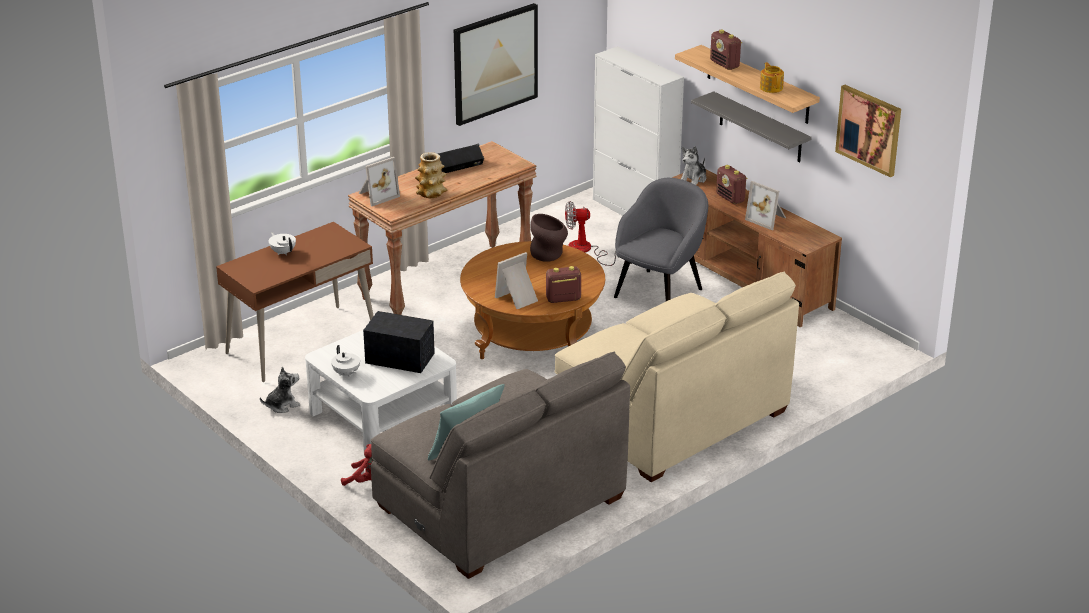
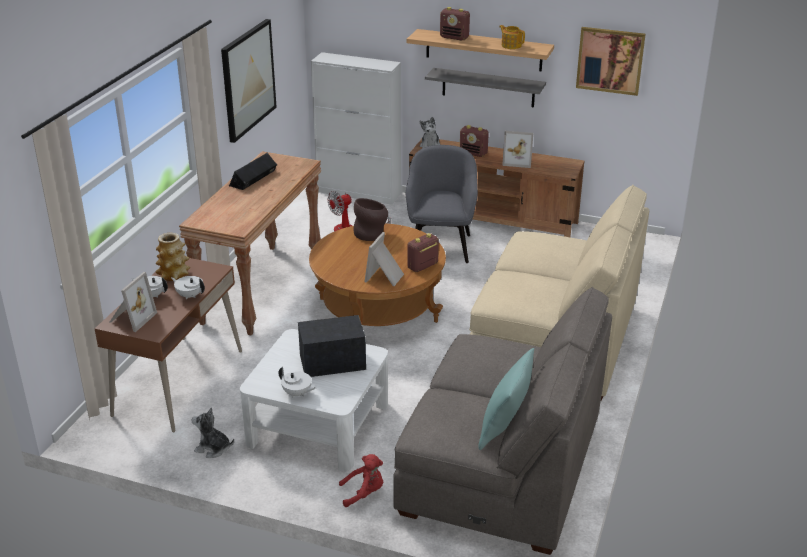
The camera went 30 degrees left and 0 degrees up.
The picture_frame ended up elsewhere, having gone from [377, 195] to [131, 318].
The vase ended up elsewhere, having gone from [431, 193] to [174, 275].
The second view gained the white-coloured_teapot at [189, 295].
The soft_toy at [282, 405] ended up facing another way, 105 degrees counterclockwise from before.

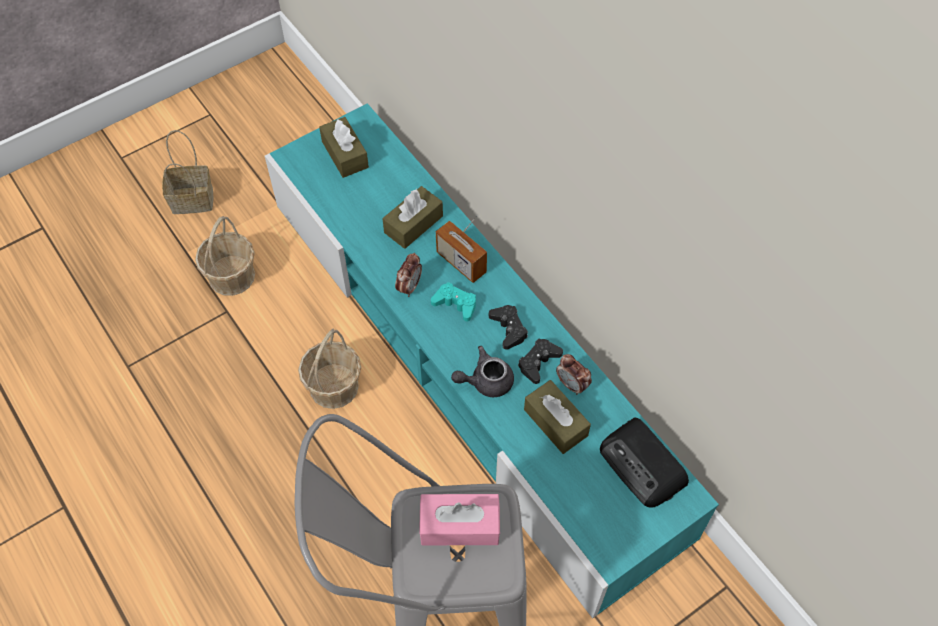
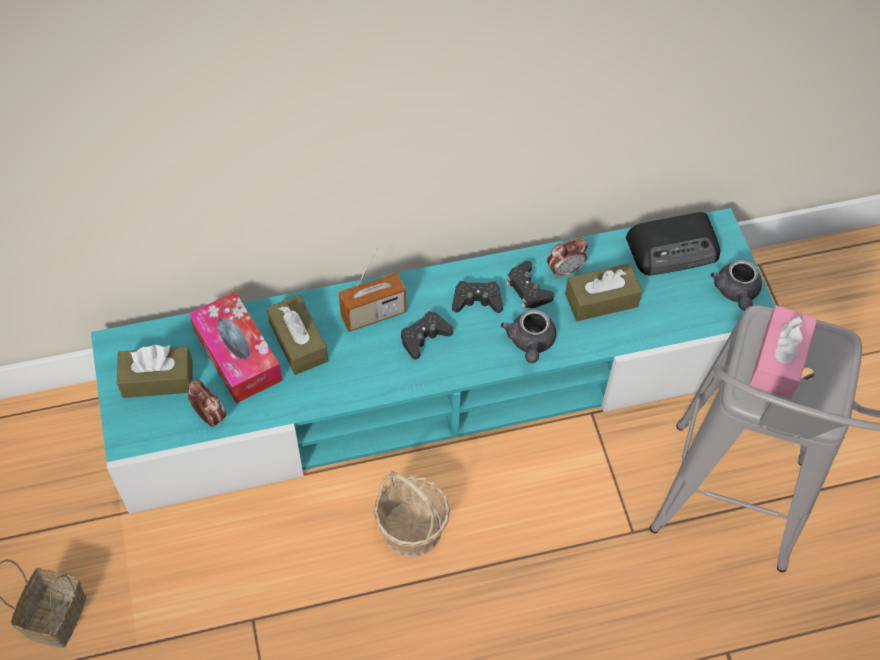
The camera went 70 degrees left and 0 degrees up.
The alarm_clock ended up elsewhere, having gone from [409, 287] to [209, 416].
The second view gained the tissue_box at [237, 355].
What was the blue-green_joypad at [455, 304] turned into the black_joypad at [424, 337].
The second view gained the grey_teapot at [736, 293].
The second view lost the storage_basket at [232, 276].

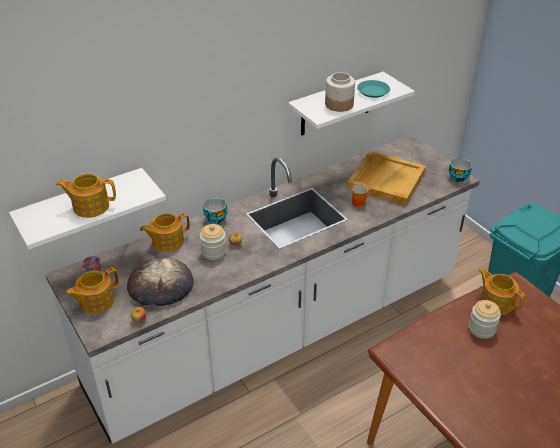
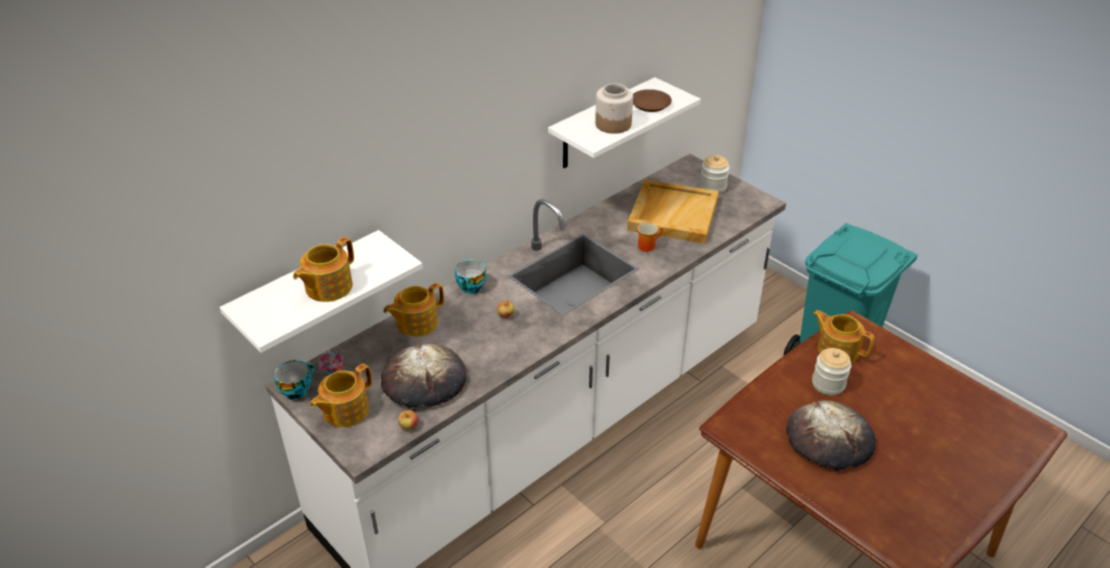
The camera went 10 degrees left and 0 degrees up.
The cup ended up elsewhere, having gone from [458, 177] to [297, 389].
The teapot at [90, 206] ended up facing another way, 45 degrees counterclockwise from before.
What was the blue-green_flat_dish at [373, 91] turned into the brown-coloured_flat_dish at [650, 104].
The storage_jar ended up elsewhere, having gone from [213, 252] to [713, 187].
The second view gained the baked_bread at [830, 440].

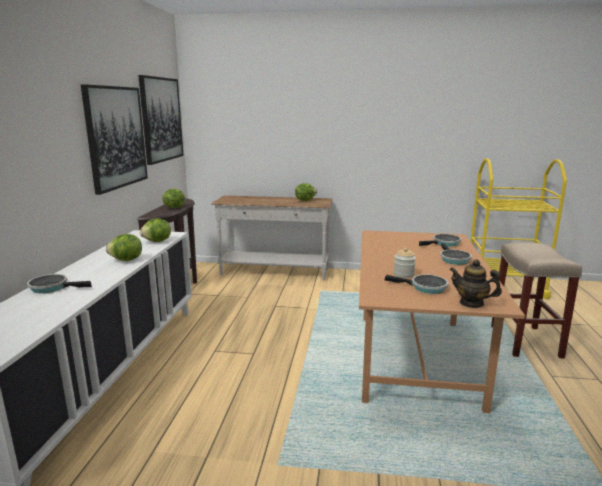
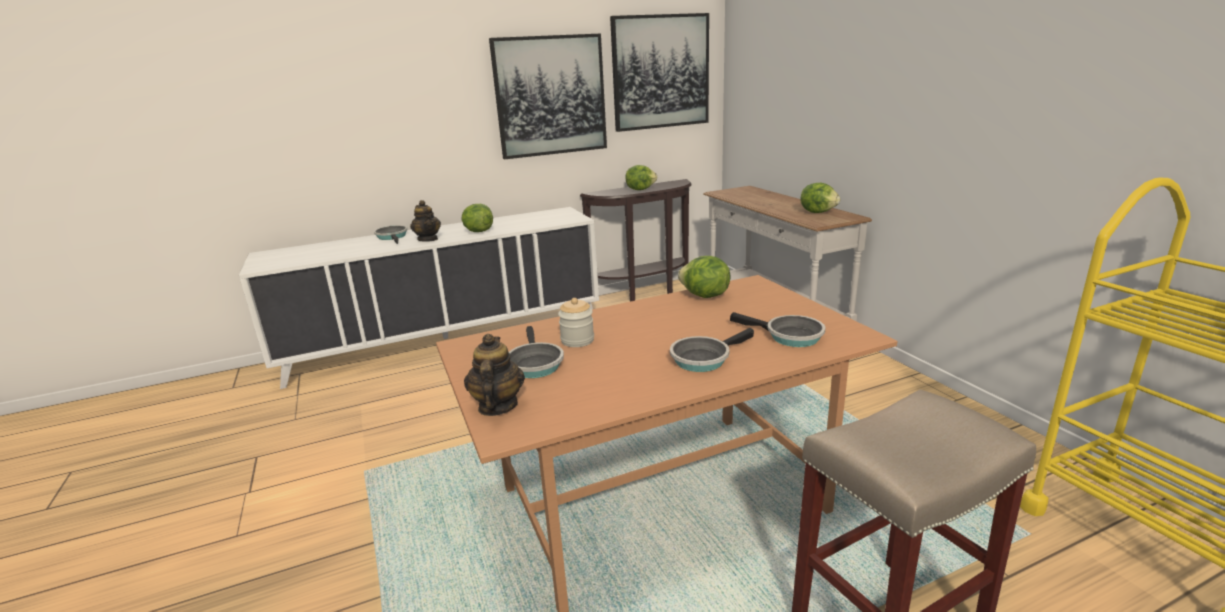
The camera went 60 degrees right and 5 degrees up.
The second view gained the teapot at [428, 239].
The head_of_lettuce ended up elsewhere, having gone from [157, 241] to [704, 296].

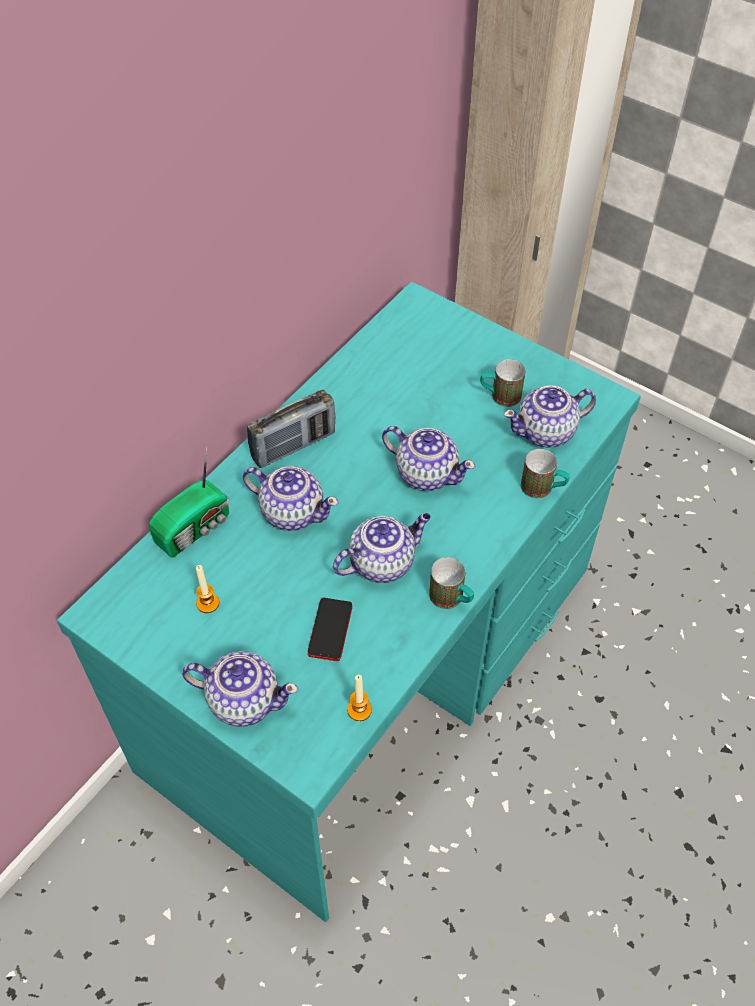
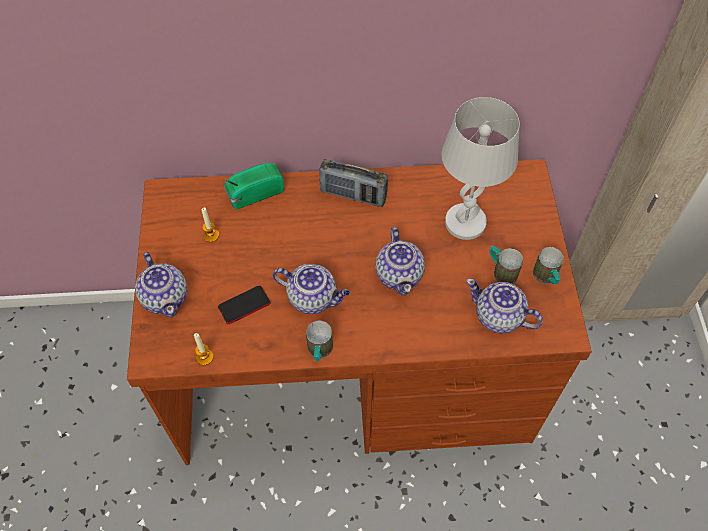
The camera went 50 degrees right and 5 degrees up.
What was the blue-green_desk_table at [374, 668] turned into the brown-coloured_desk_table at [355, 372].
The radio at [195, 528] ended up facing another way, 150 degrees clockwise from before.
The second view gained the white-coloured_table_lamp at [465, 222].
The coffee_mug ended up elsewhere, having gone from [543, 489] to [546, 278].
The second view lost the teapot at [292, 511].

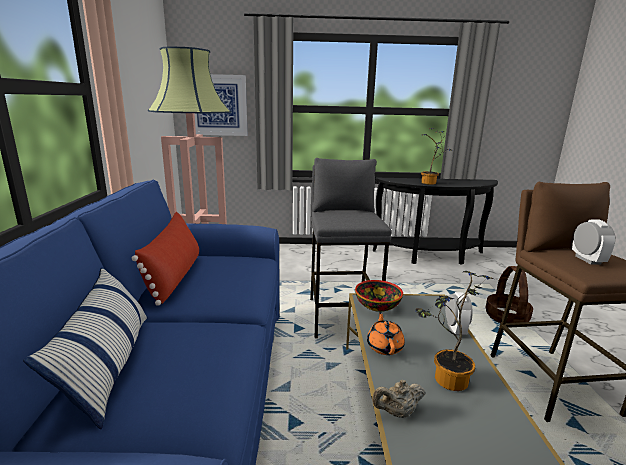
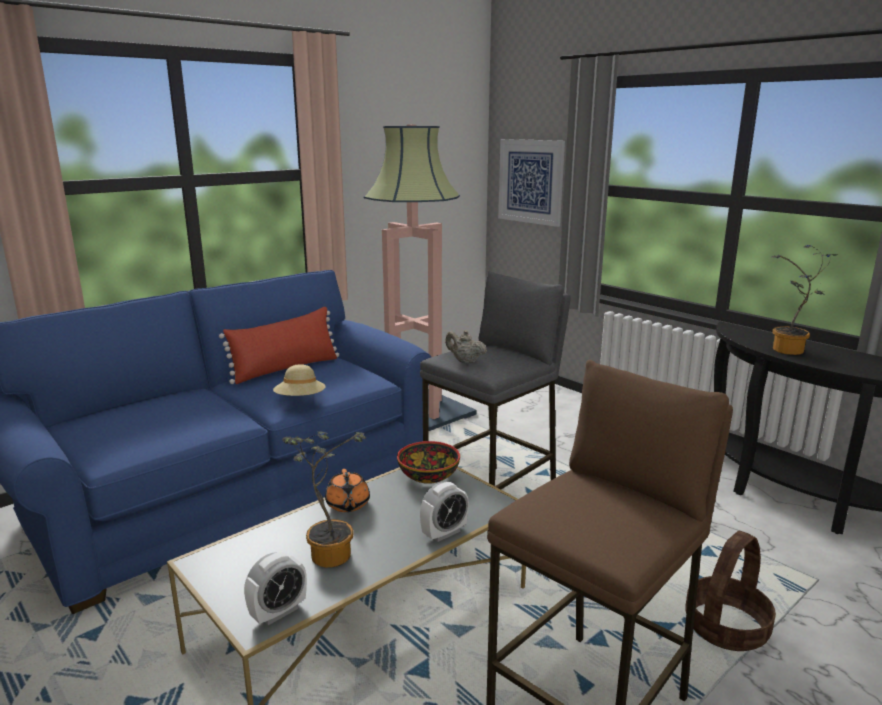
The camera went 50 degrees right and 0 degrees up.
The alarm_clock ended up elsewhere, having gone from [587, 260] to [278, 612].
The second view gained the sand-coloured_clothing_hat at [300, 400].
The orangey_teapot at [384, 346] ended up facing another way, 120 degrees clockwise from before.
The sand-coloured_teapot ended up elsewhere, having gone from [397, 412] to [465, 361].
The second view lost the cushion at [108, 365].

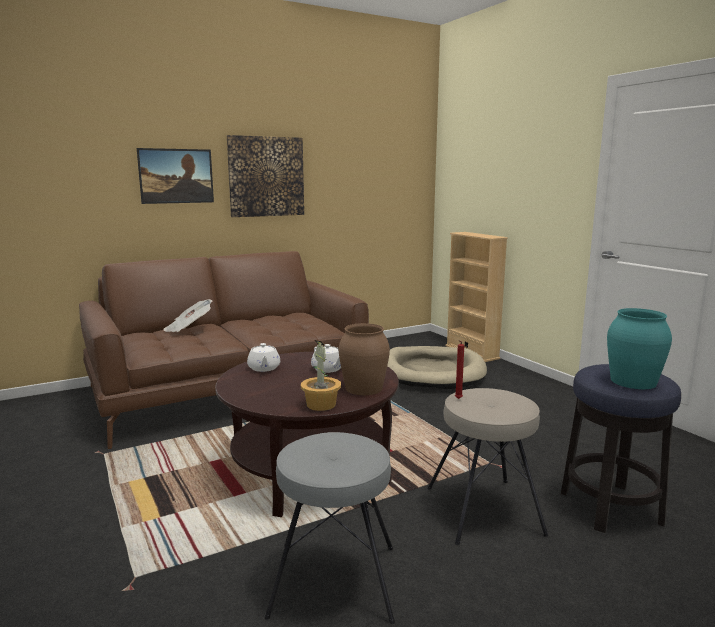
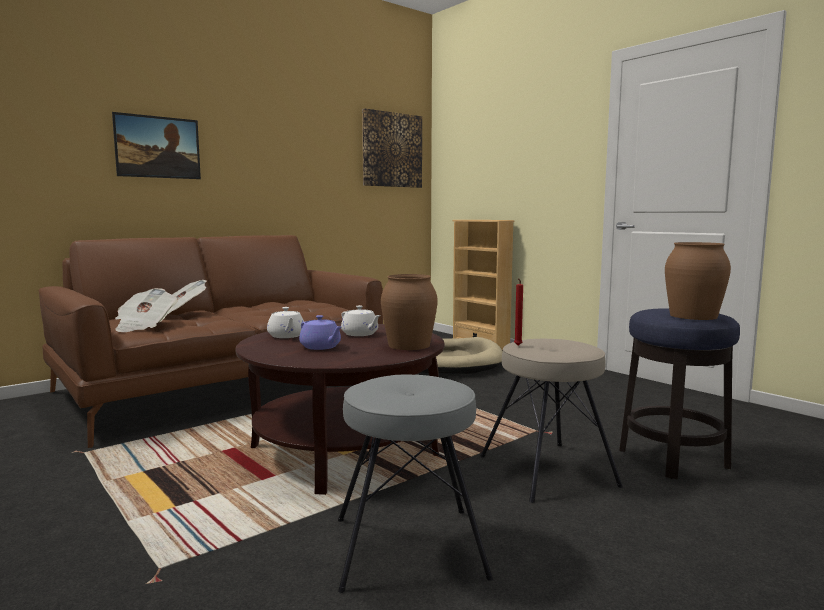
The camera went 10 degrees left and 5 degrees down.
The second view gained the printed_paper at [144, 326].
The second view gained the purplish_teapot at [321, 347].
The wall_art ended up elsewhere, having gone from [266, 176] to [392, 150].
What was the blue-green_vase at [632, 381] turned into the brown-coloured_vase at [693, 316].
The second view lost the houseplant at [320, 405].

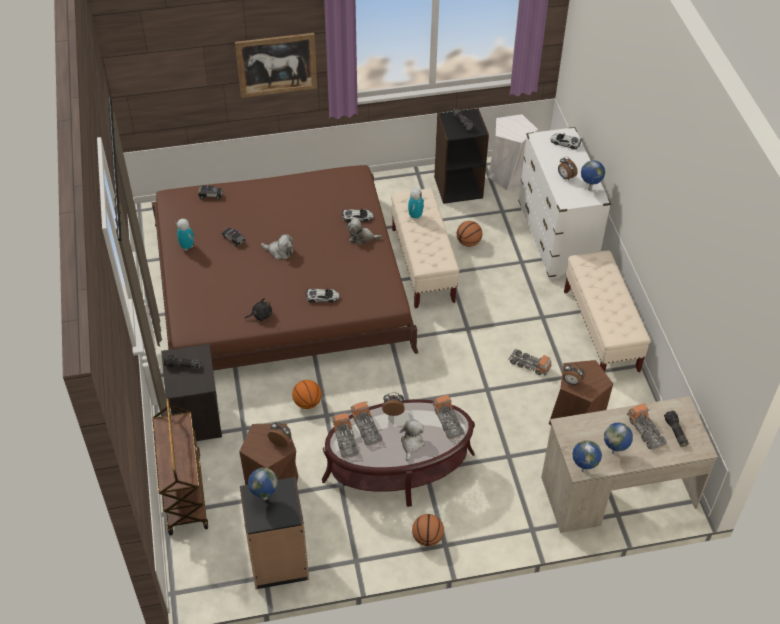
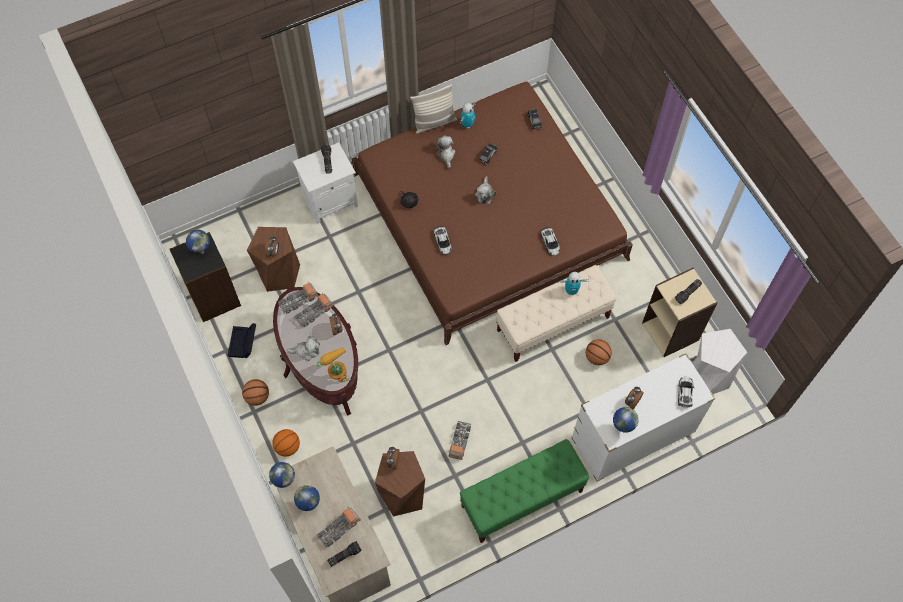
The camera went 75 degrees right and 15 degrees up.
The second view gained the black_storage_bin at [243, 344].
The basketball_ball ended up elsewhere, having gone from [307, 403] to [287, 447].
What was the black_bedside_table at [196, 418] turned into the white-coloured_bedside_table at [330, 200].
Where the toy_truck stood at [448, 421], the toy_robot came to stand at [336, 373].
The second view gained the cushion at [434, 122].
The soft_toy ended up elsewhere, having gone from [361, 237] to [446, 154].
What was the sand-coloured_indoor_bench at [601, 331] turned into the greenish_indoor_bench at [521, 499].
What was the black_bookcase at [458, 187] turned into the sand-coloured_bookcase at [671, 331].
The second view lost the brown-coloured_cart at [184, 492].
The second view lost the wall_art at [276, 64].

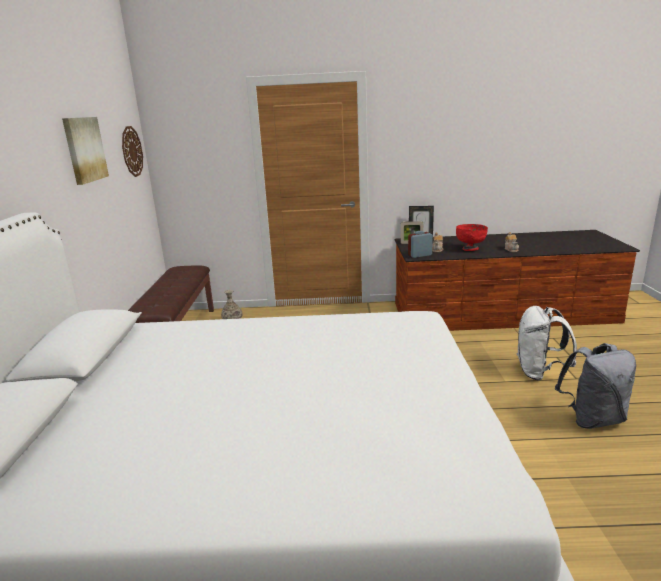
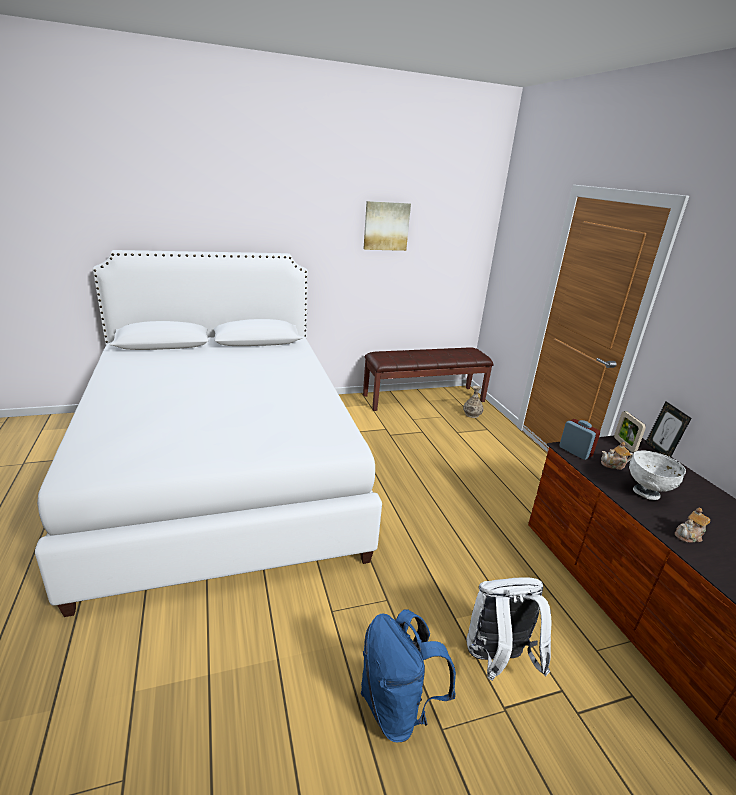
The camera went 70 degrees right and 5 degrees up.
What was the grey_knapsack at [592, 419] turned into the blue-coloured_knapsack at [397, 708].
What was the reddish_deep_dish at [470, 249] turned into the white-coloured_deep_dish at [647, 493].
The second view lost the clock_on_the_wall at [132, 151].

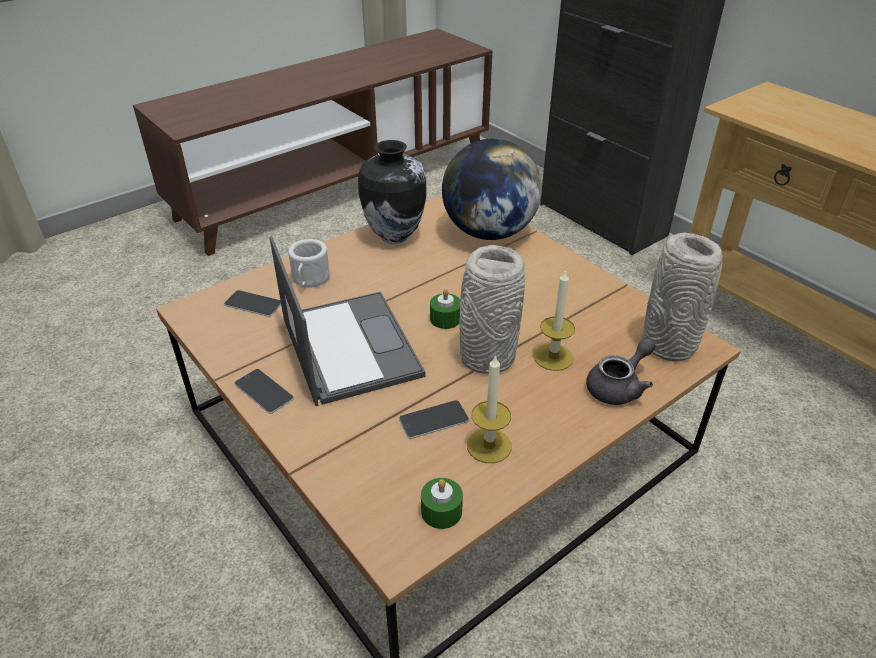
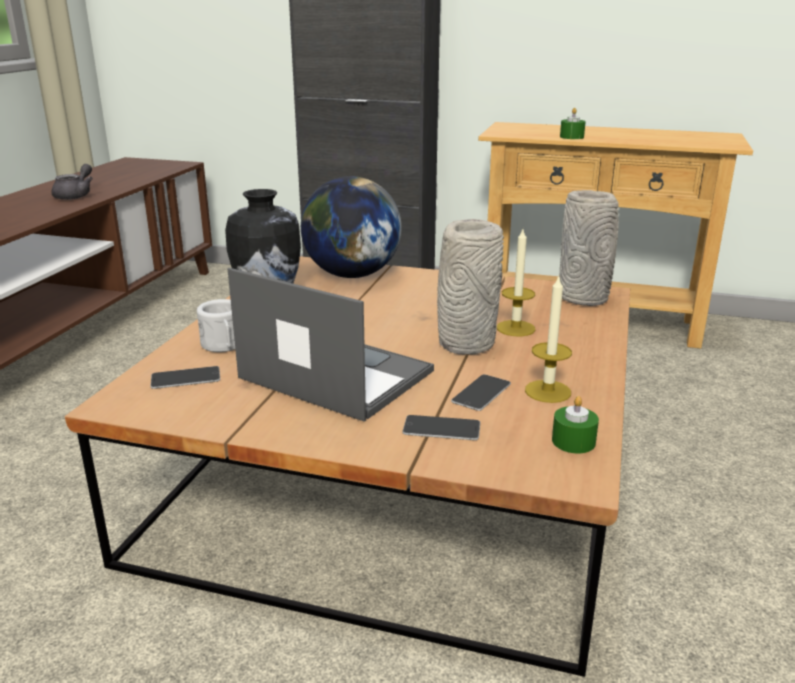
The camera went 35 degrees left and 15 degrees down.
The grey_teapot ended up elsewhere, having gone from [619, 386] to [76, 195].
The telephone ended up elsewhere, having gone from [263, 391] to [441, 428].
The greenish_wax_light ended up elsewhere, having gone from [445, 319] to [571, 137].

